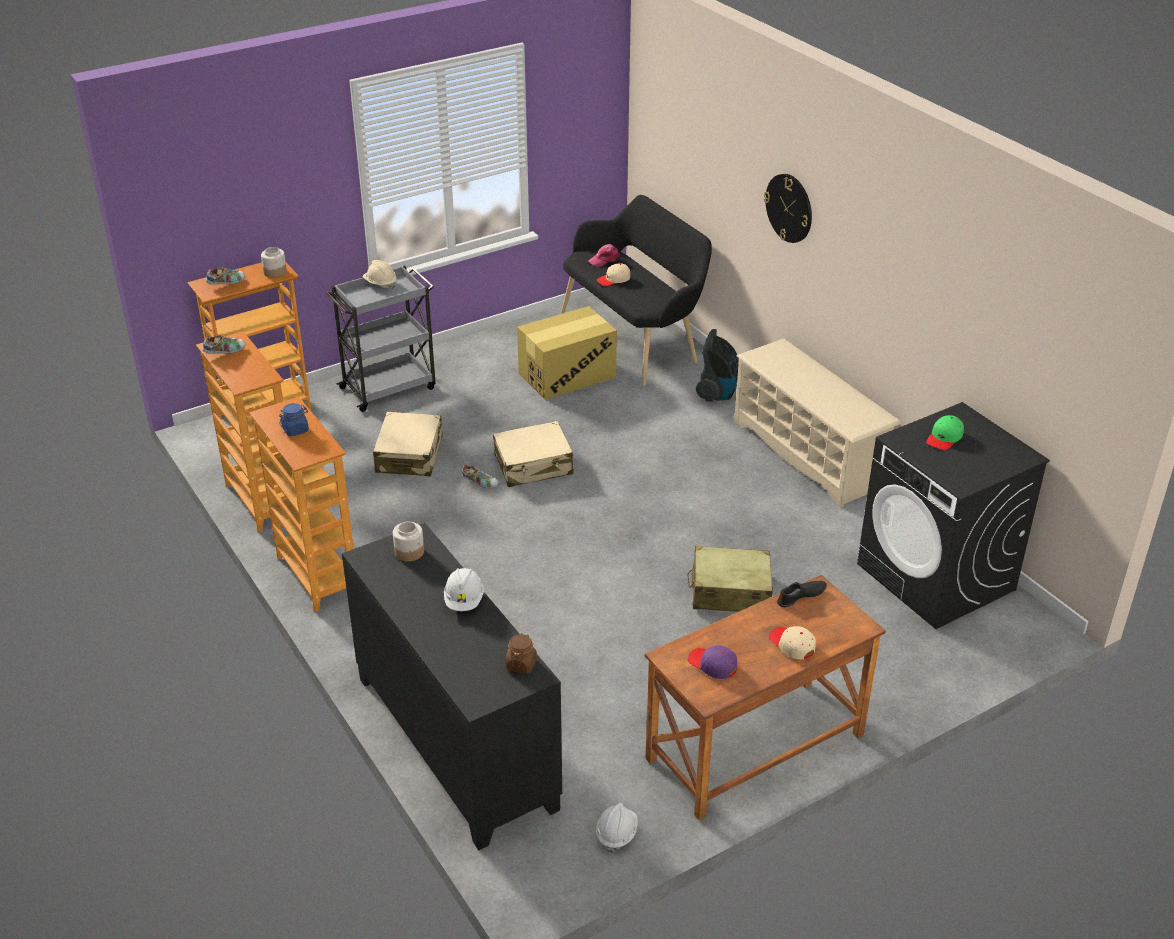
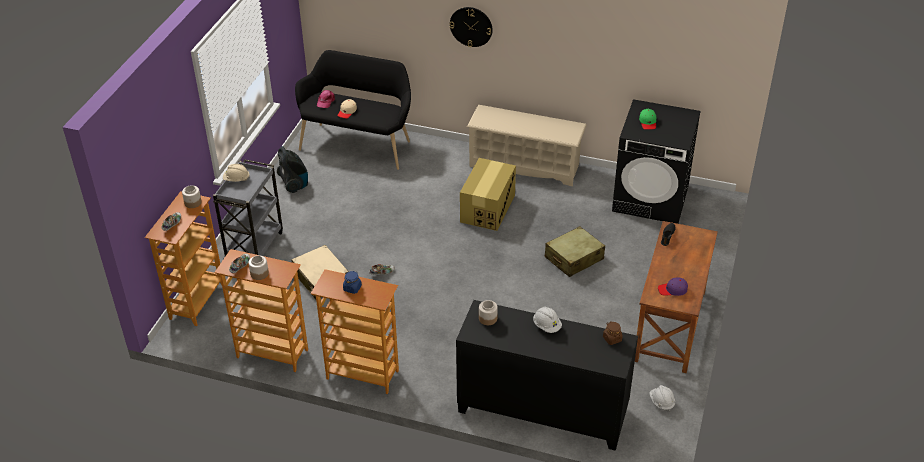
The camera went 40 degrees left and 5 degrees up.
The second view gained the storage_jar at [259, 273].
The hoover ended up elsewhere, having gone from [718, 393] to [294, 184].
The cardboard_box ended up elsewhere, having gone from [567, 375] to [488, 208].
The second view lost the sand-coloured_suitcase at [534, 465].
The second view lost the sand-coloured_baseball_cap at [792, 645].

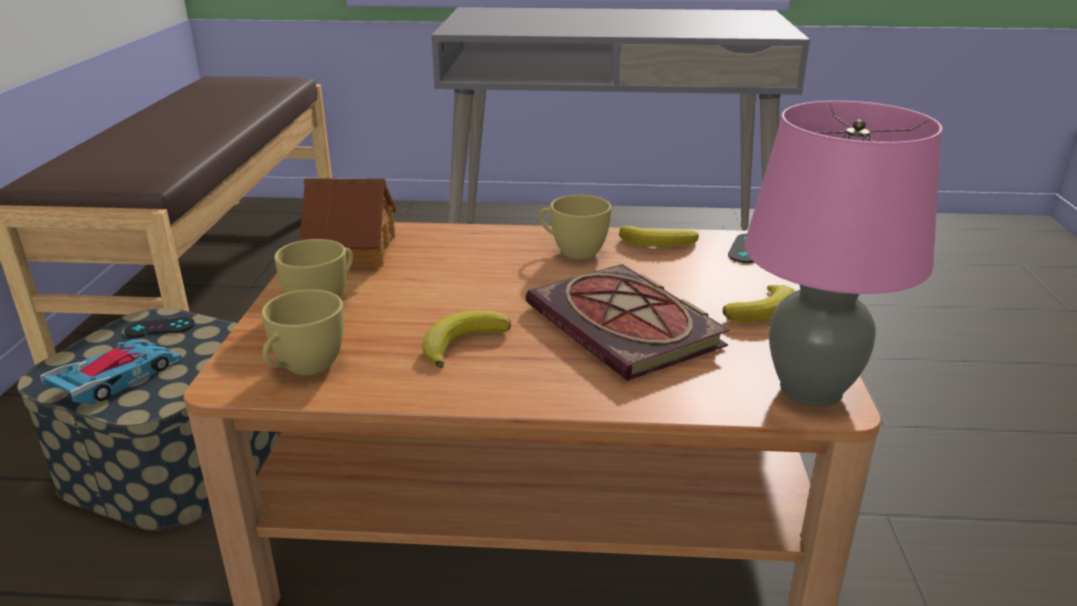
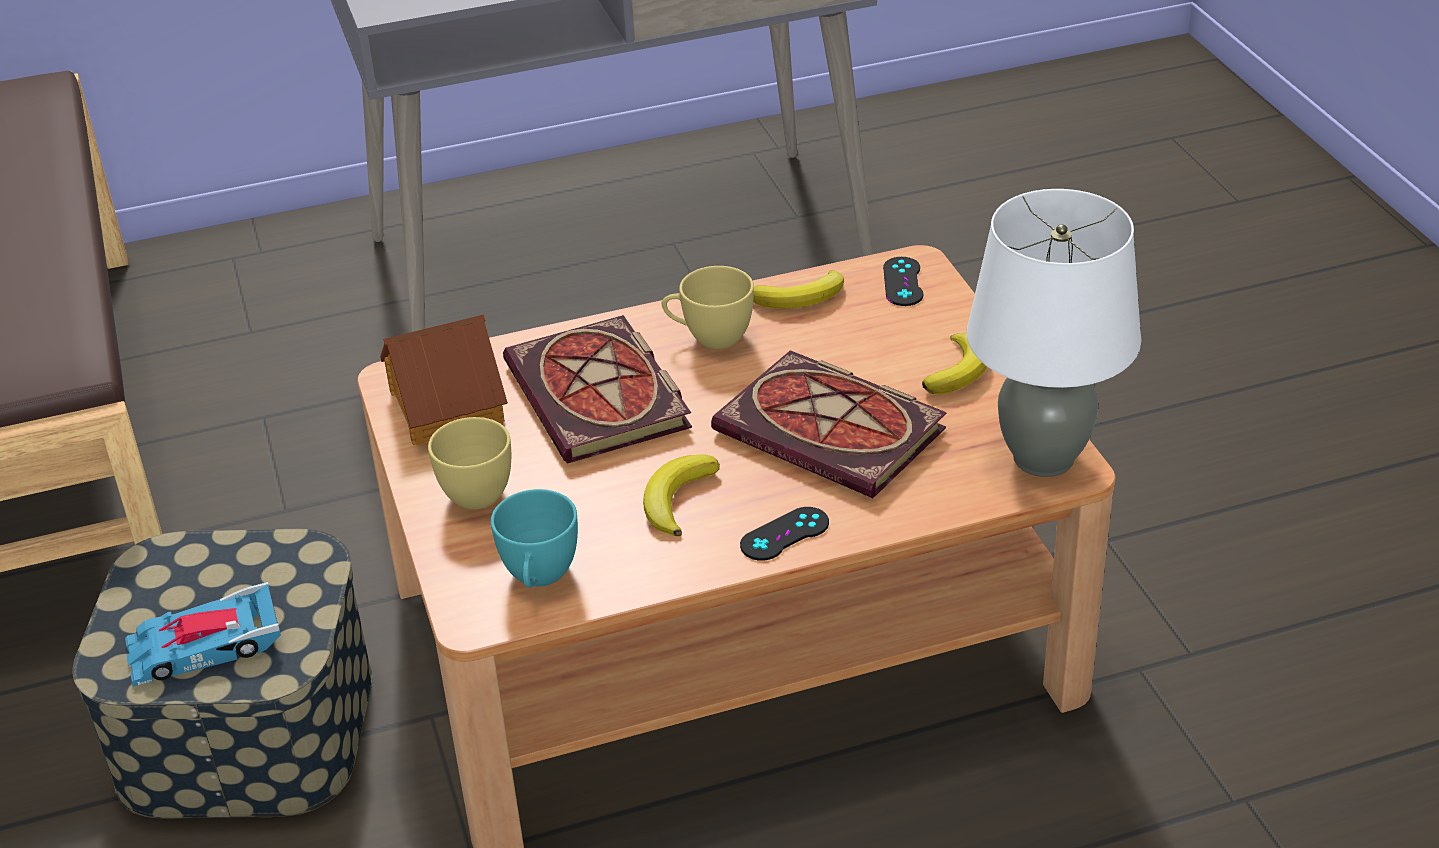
The camera went 20 degrees left and 10 degrees up.
The miniature_car at [117, 377] ended up facing another way, 120 degrees counterclockwise from before.
What was the yellow-coloured_cup at [304, 368] turned into the blue-green_cup at [539, 578].
The second view gained the bound_book at [603, 398].
The black_joypad ended up elsewhere, having gone from [160, 328] to [784, 534].
What was the pink_table_lamp at [810, 389] turned into the white-coloured_table_lamp at [1042, 458].

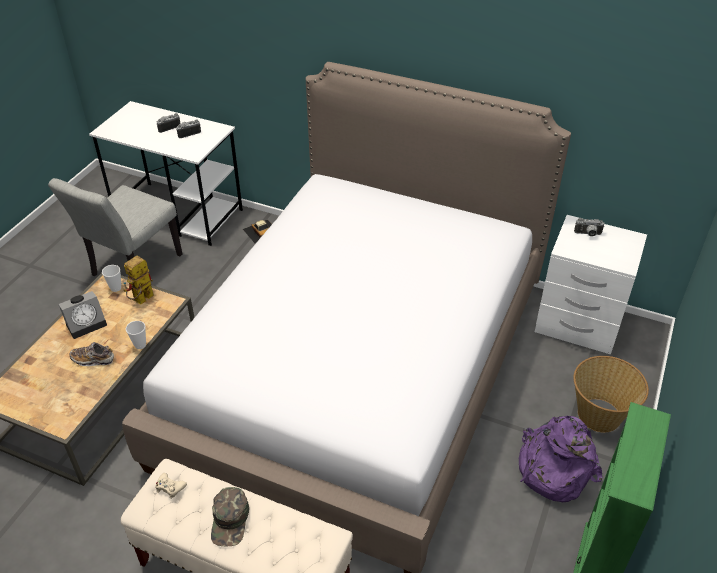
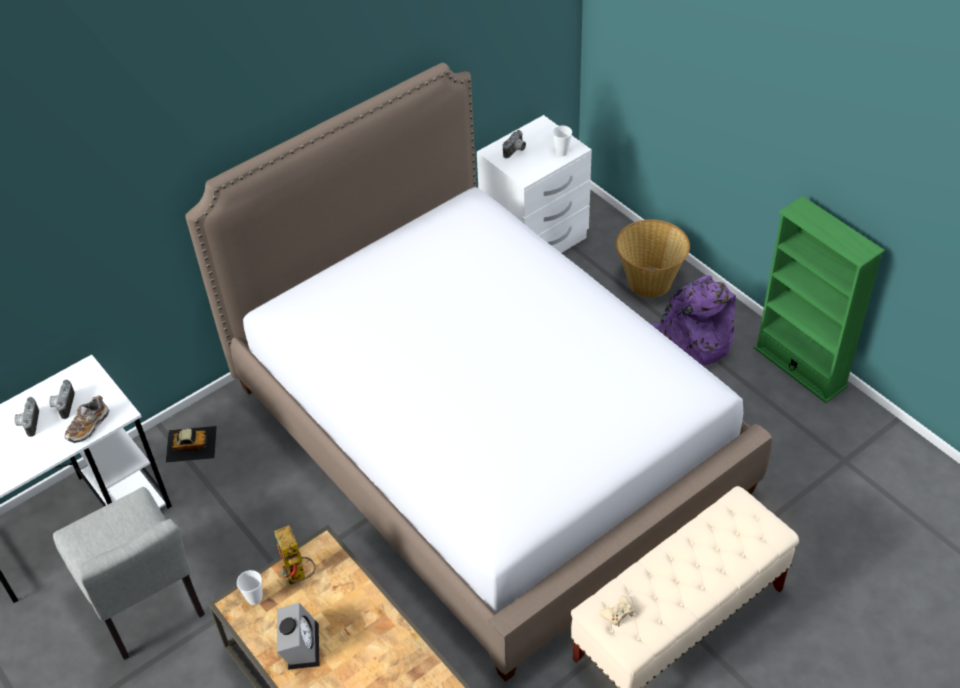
The camera went 60 degrees left and 5 degrees up.
The shoe ended up elsewhere, having gone from [93, 359] to [88, 426].
The cup ended up elsewhere, having gone from [140, 345] to [562, 152].
The second view lost the greenish_baseball_cap at [230, 520].

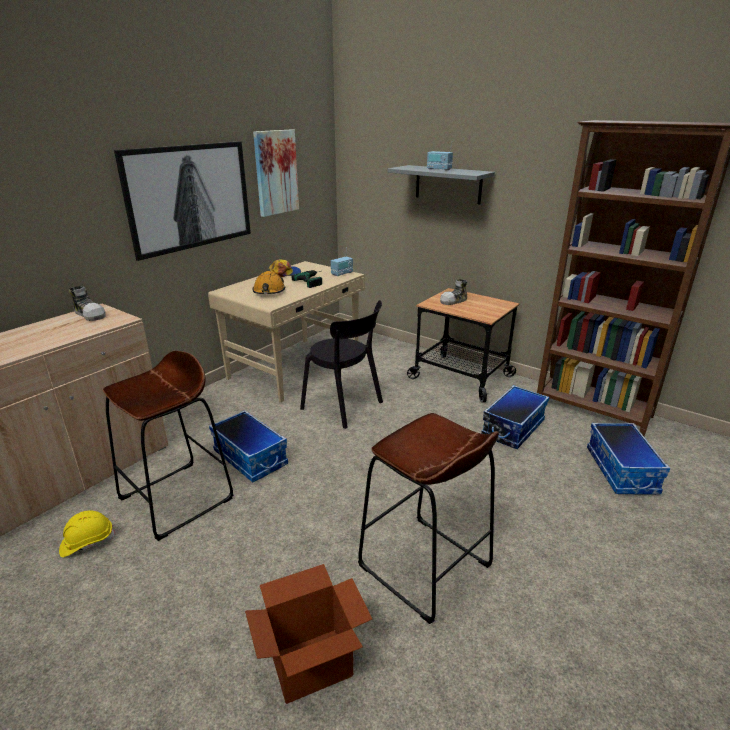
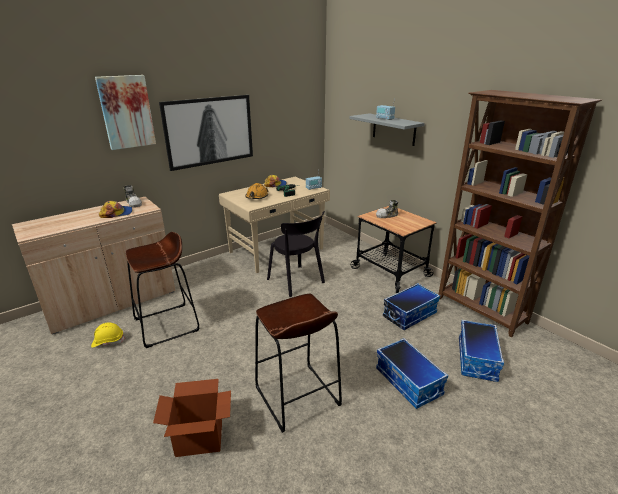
The camera went 15 degrees right and 0 degrees up.
The wall_art ended up elsewhere, having gone from [276, 172] to [126, 112].
The second view gained the baseball_cap at [116, 213].
The storage_bin ended up elsewhere, having gone from [251, 458] to [409, 382].

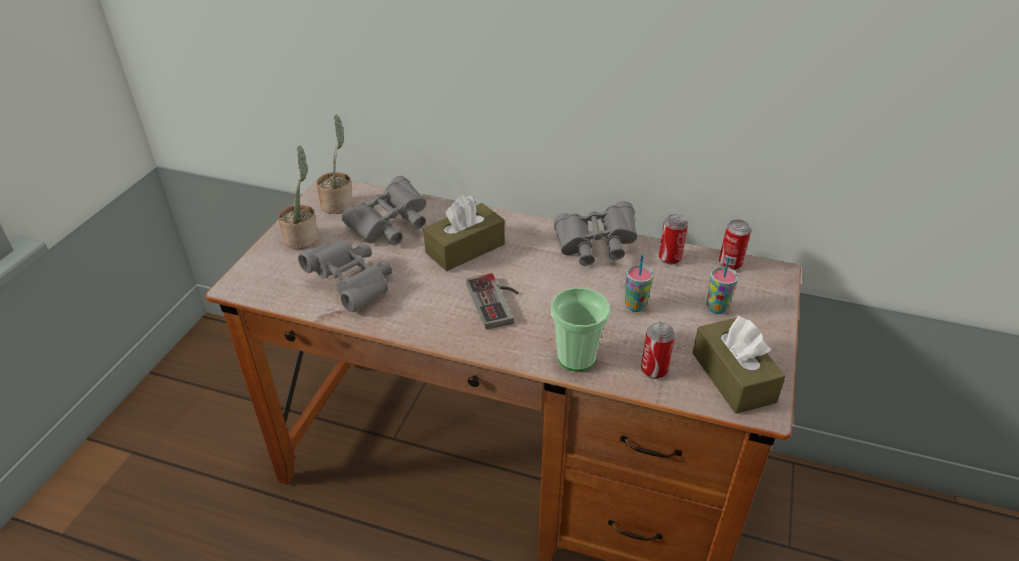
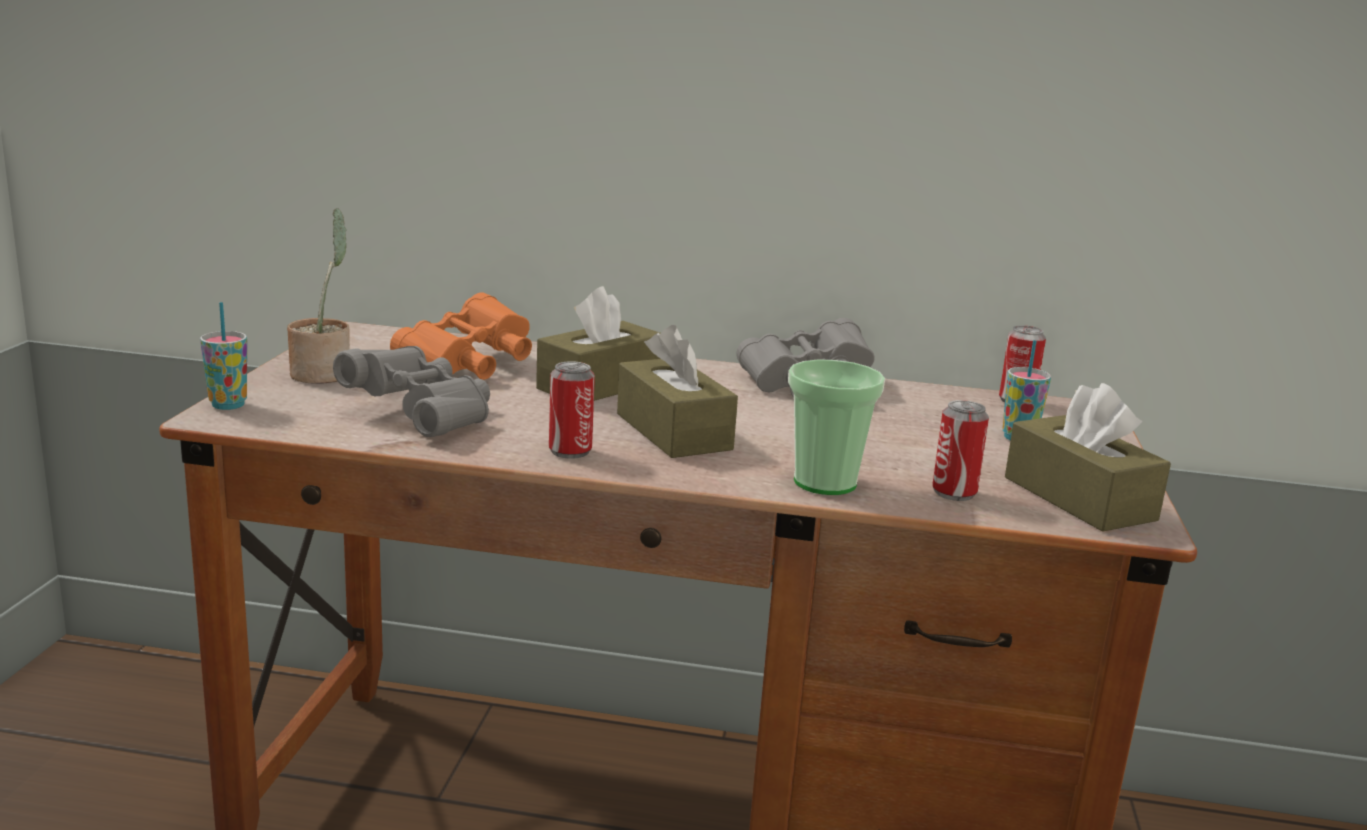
The camera went 10 degrees left and 20 degrees down.
The cup ended up elsewhere, having gone from [635, 306] to [228, 405].
What was the grey_binoculars at [390, 227] turned into the orangey_binoculars at [469, 365].
The metal_can ended up elsewhere, having gone from [669, 258] to [570, 451].
Where the joypad stood at [497, 301], the brown-coloured_tissue_box came to stand at [673, 432].
The second view lost the houseplant at [339, 204].

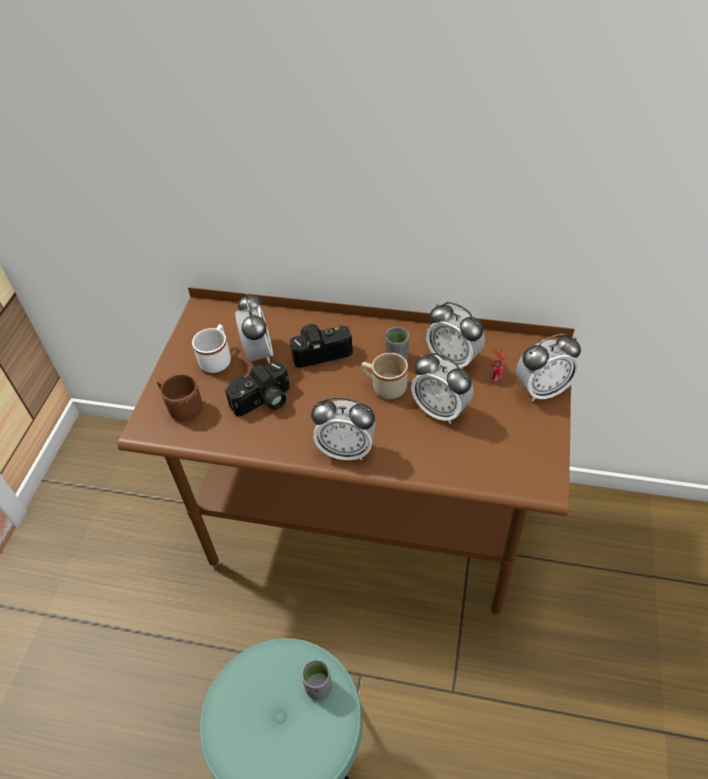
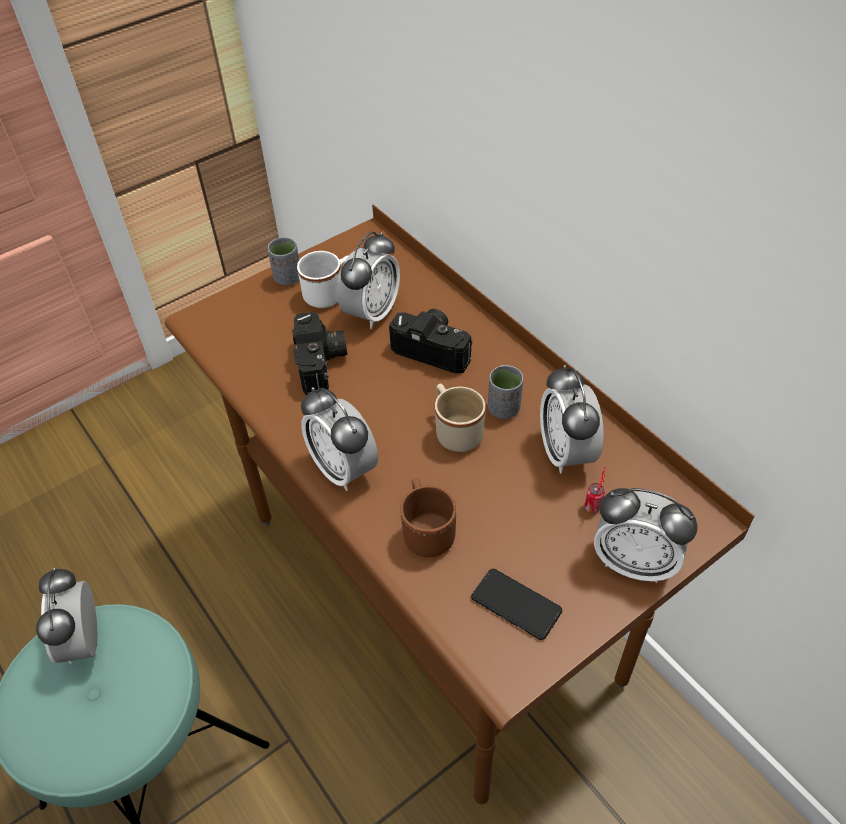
The camera went 40 degrees right and 0 degrees up.
The alarm_clock ended up elsewhere, having gone from [440, 410] to [84, 640].
The grey_cup ended up elsewhere, having gone from [318, 687] to [288, 278].
The photo_camera at [263, 402] ended up facing another way, 105 degrees counterclockwise from before.
The brown-coloured_coffee_mug ended up elsewhere, having gone from [182, 407] to [426, 530].
The second view gained the telephone at [516, 604].

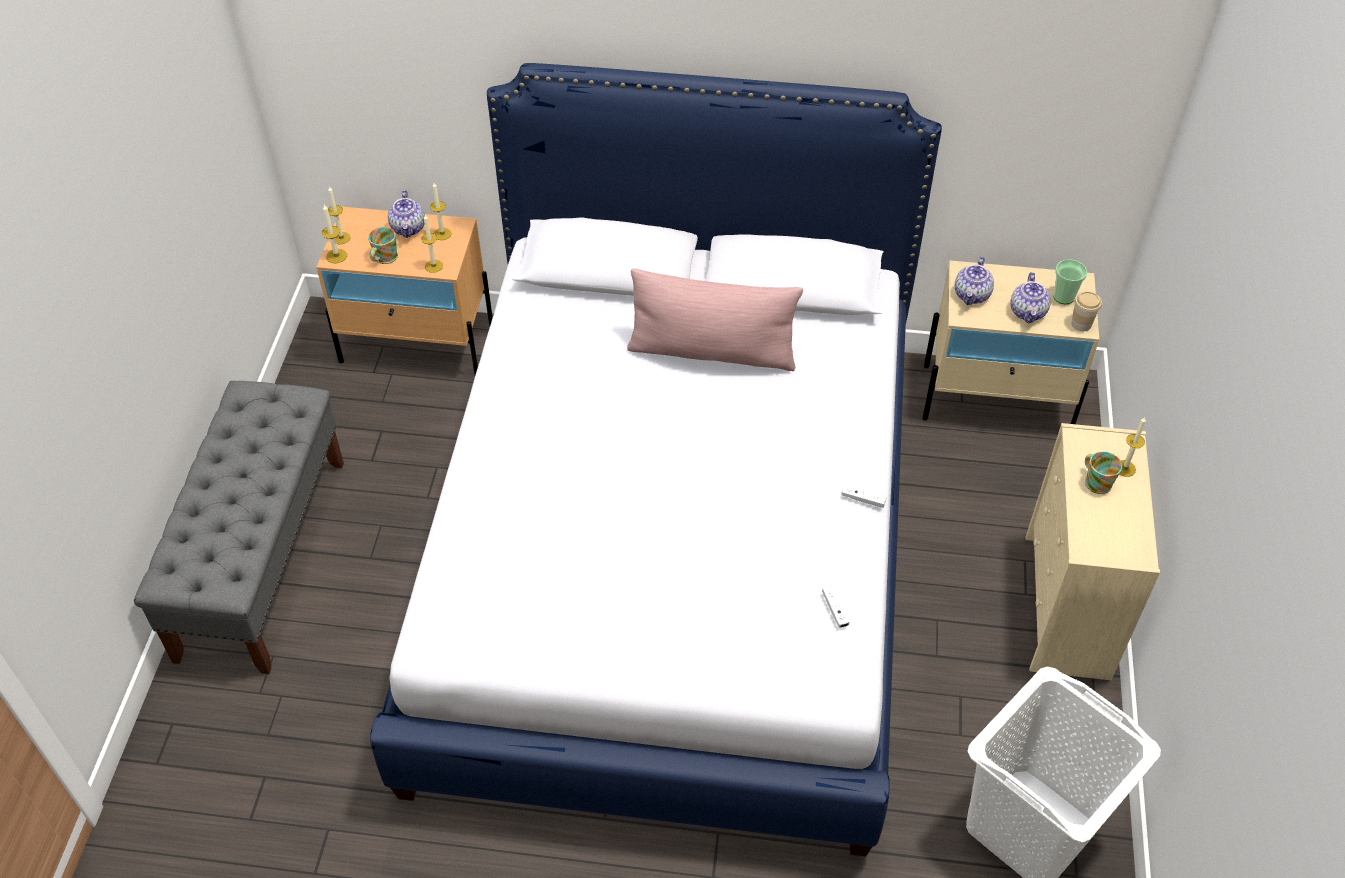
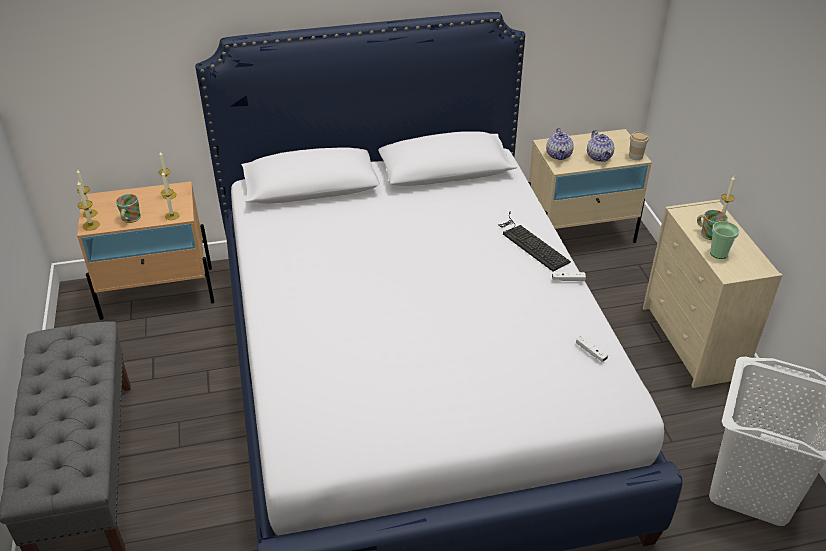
The camera went 20 degrees left and 10 degrees down.
The second view gained the PC_keyboard at [530, 243].
The cup ended up elsewhere, having gone from [1063, 297] to [718, 253].
The second view lost the teapot at [409, 228].
The second view lost the pink_cushion at [712, 352].

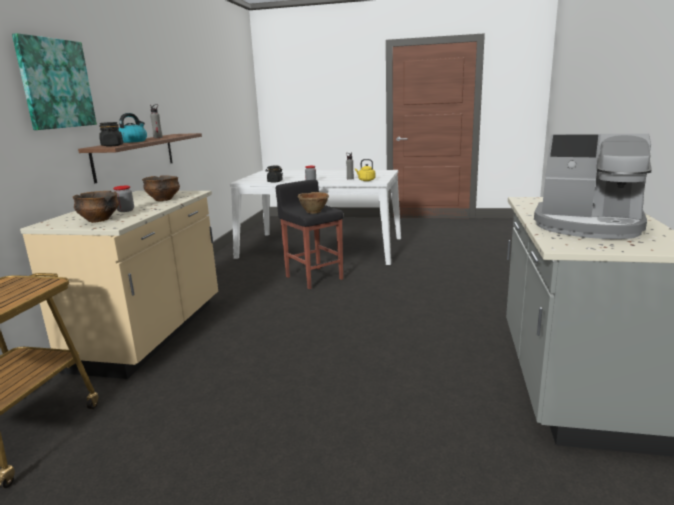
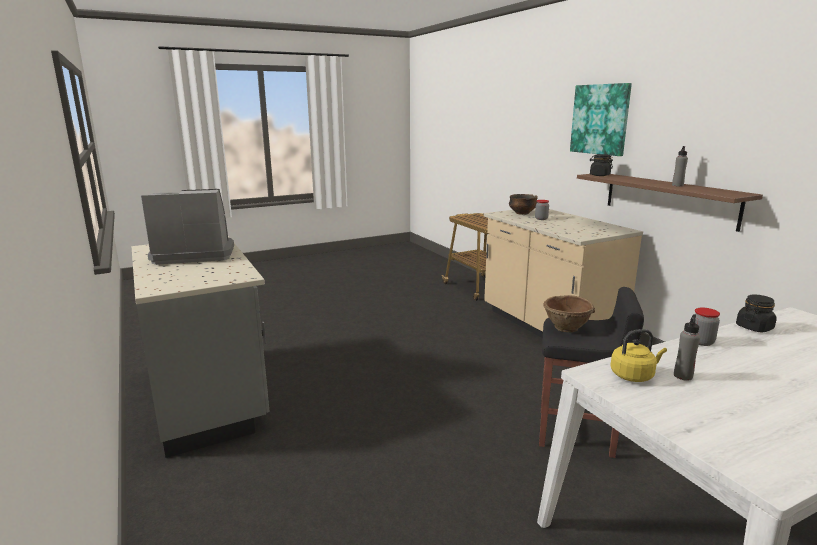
The camera went 140 degrees right and 0 degrees up.
The second view lost the water_kettle at [133, 141].
The second view lost the deep_dish at [163, 199].

